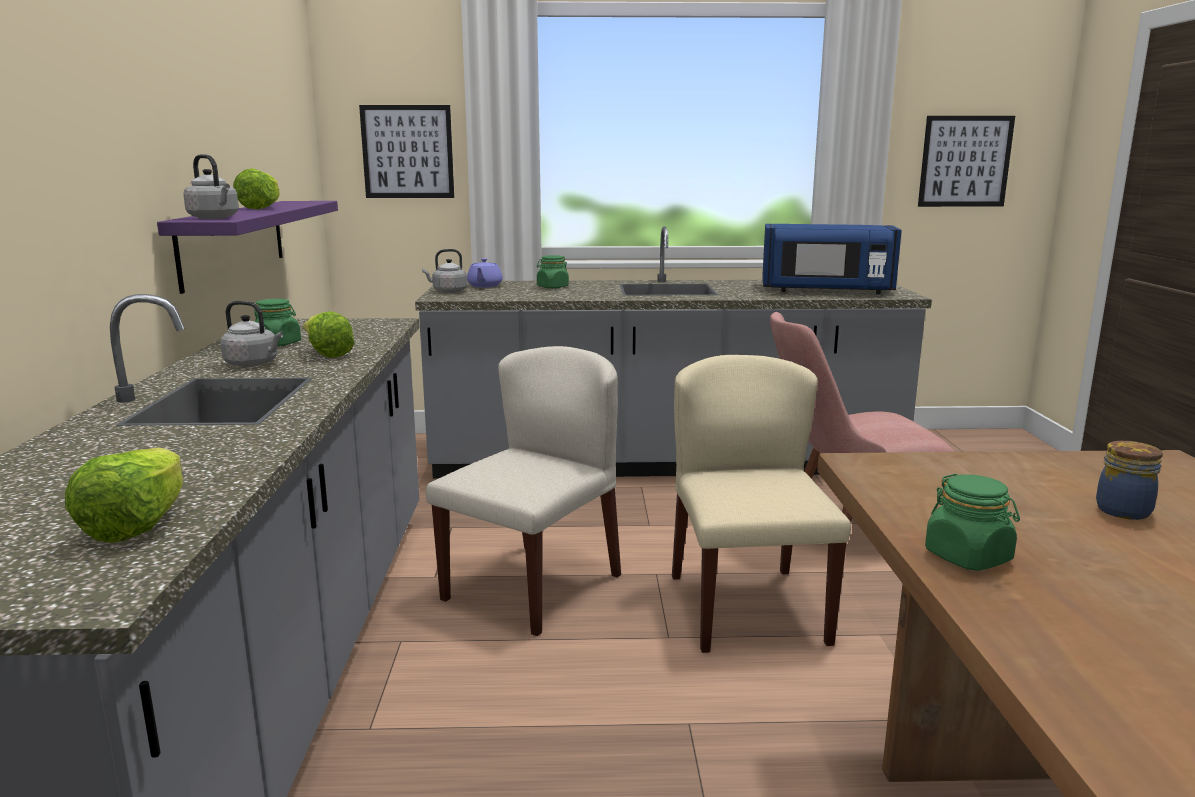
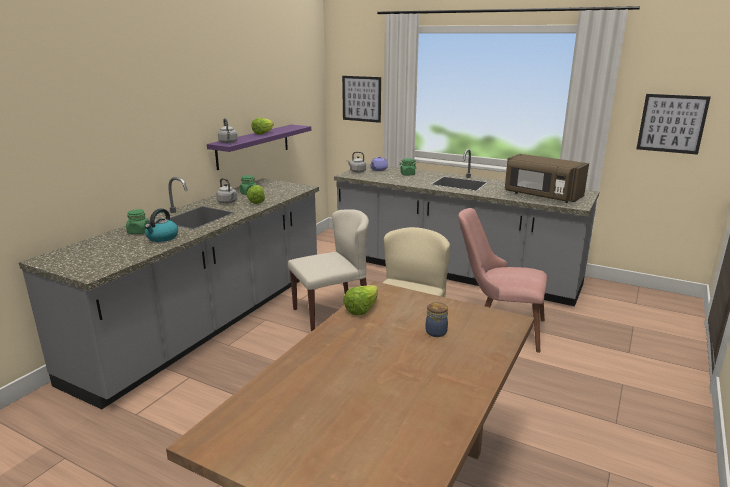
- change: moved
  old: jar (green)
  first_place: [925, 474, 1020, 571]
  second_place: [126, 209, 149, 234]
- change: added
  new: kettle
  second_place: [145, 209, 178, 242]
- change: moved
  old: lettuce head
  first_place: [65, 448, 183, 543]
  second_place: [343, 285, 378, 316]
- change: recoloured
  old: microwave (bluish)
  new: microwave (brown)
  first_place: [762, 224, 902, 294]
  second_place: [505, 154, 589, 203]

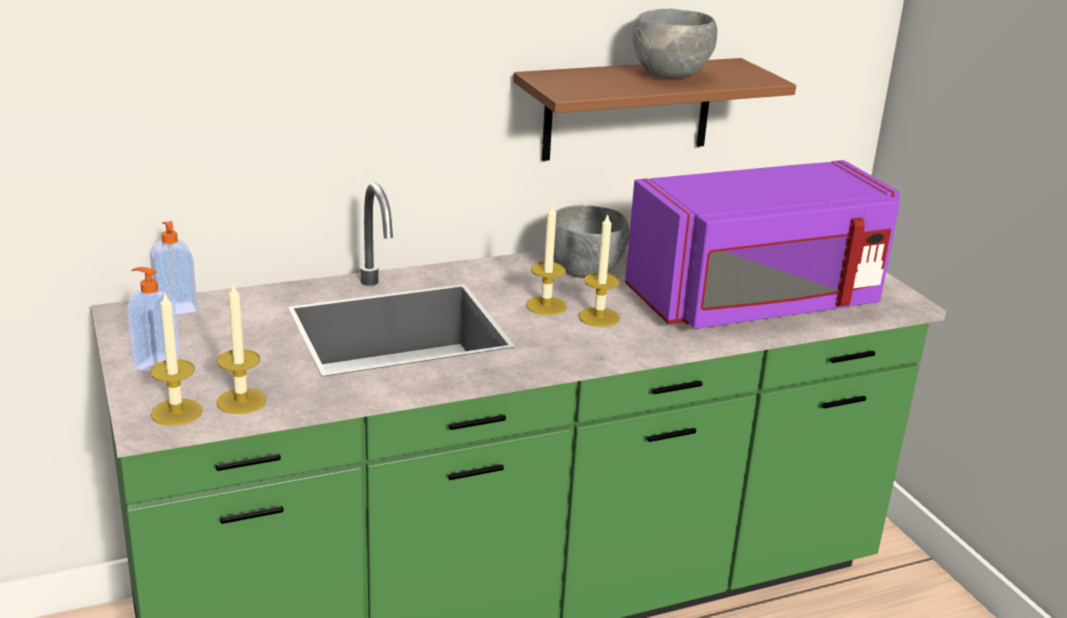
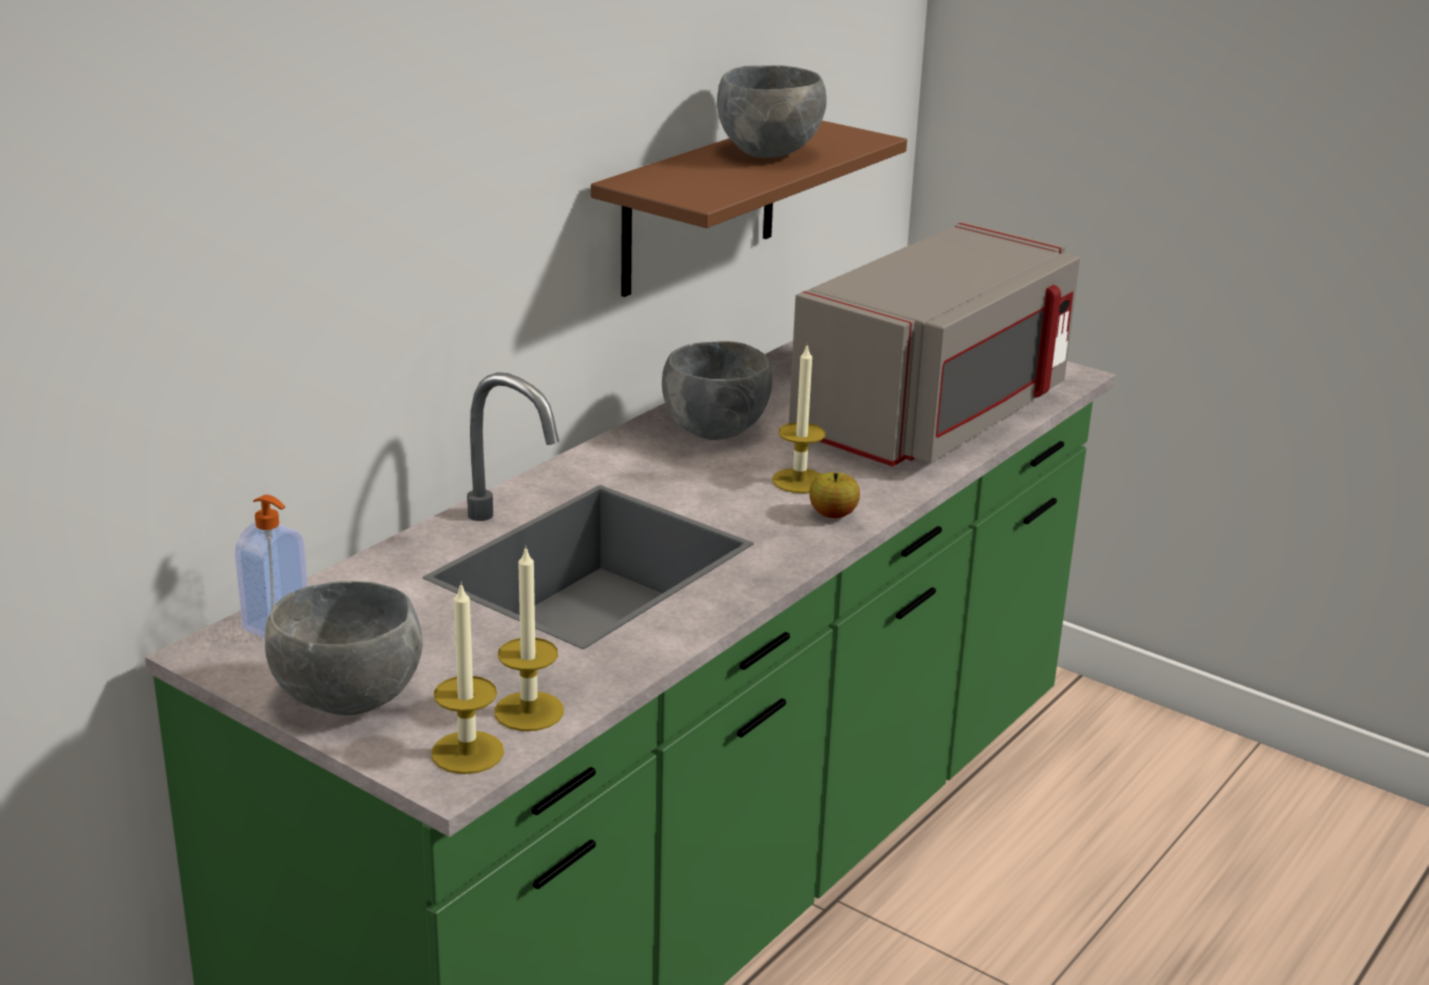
- change: replaced
  old: liquid soap bottle
  new: serving bowl (gray)
  first_place: [127, 267, 180, 372]
  second_place: [265, 581, 423, 715]
- change: recoloured
  old: microwave (purple-coloured)
  new: microwave (gray)
  first_place: [625, 160, 900, 329]
  second_place: [789, 221, 1080, 467]
- change: added
  new: apple fruit
  second_place: [809, 472, 860, 518]
- change: removed
  old: candle
  first_place: [526, 202, 567, 315]

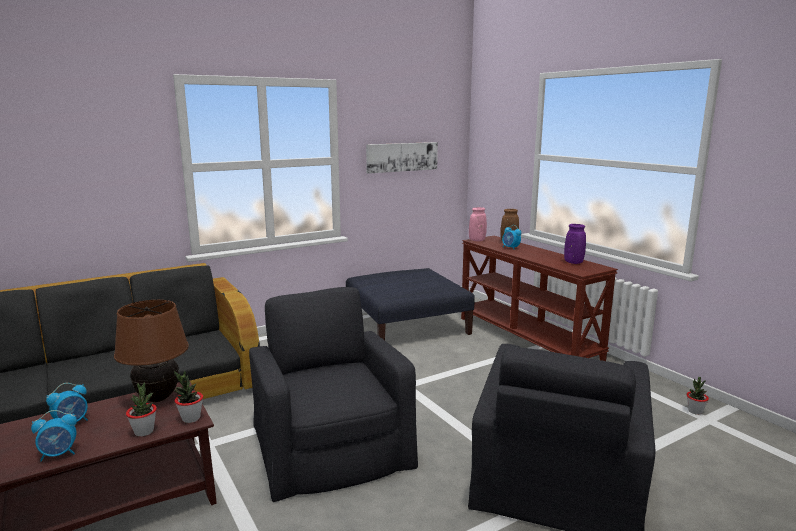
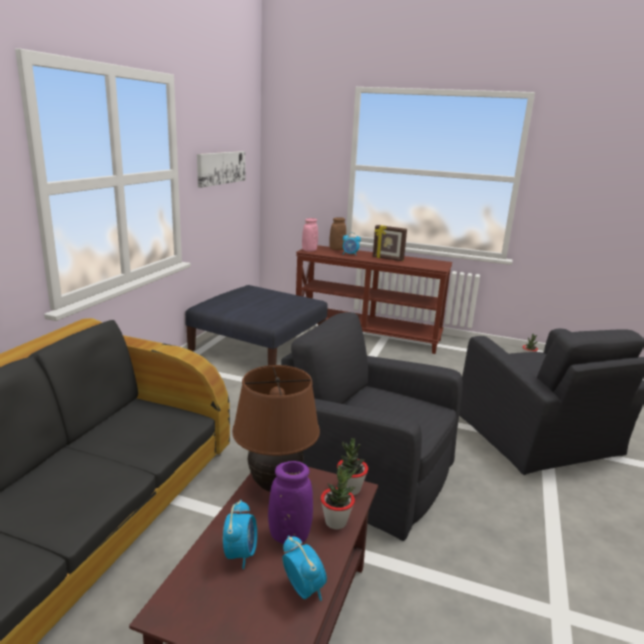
- change: moved
  old: decorative vase (purple-coloured)
  first_place: [564, 224, 586, 264]
  second_place: [268, 461, 313, 544]
- change: turned
  old: table clock
  first_place: [31, 410, 77, 462]
  second_place: [282, 535, 327, 601]
  degrees: -60
- change: added
  new: picture frame
  second_place: [373, 225, 407, 261]

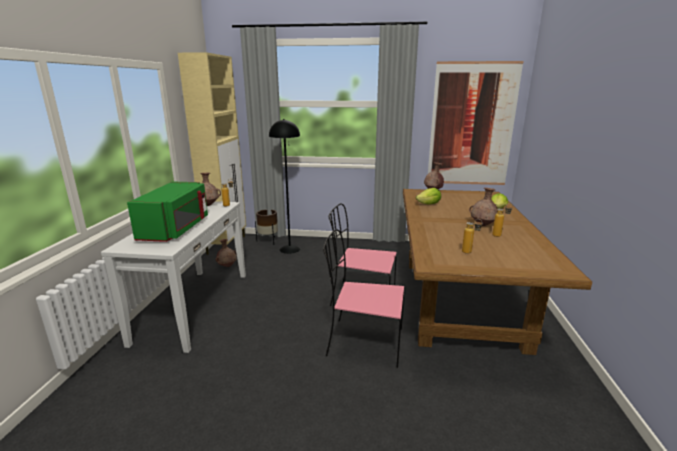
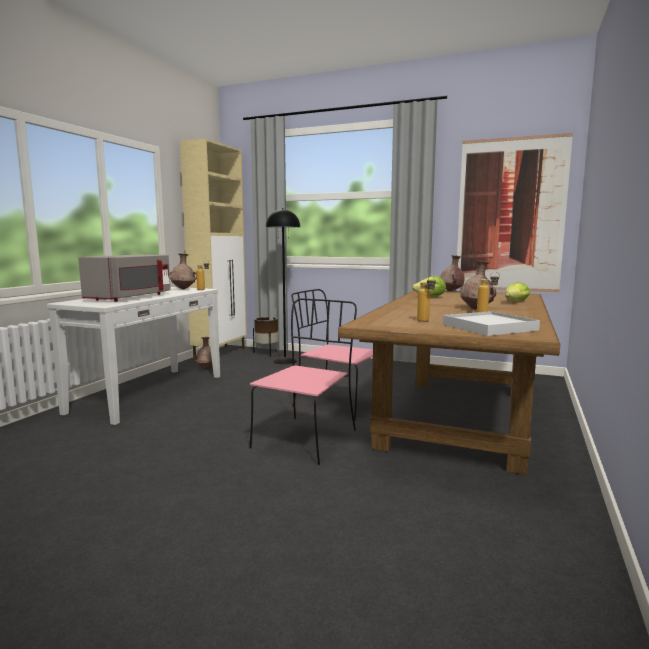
- change: recoloured
  old: microwave (green)
  new: microwave (gray)
  first_place: [127, 181, 208, 242]
  second_place: [78, 254, 171, 302]
- change: turned
  old: plain chair (pink)
  first_place: [323, 229, 404, 368]
  second_place: [250, 298, 357, 465]
  degrees: 90
- change: added
  new: carrying tray (white)
  second_place: [443, 311, 540, 336]

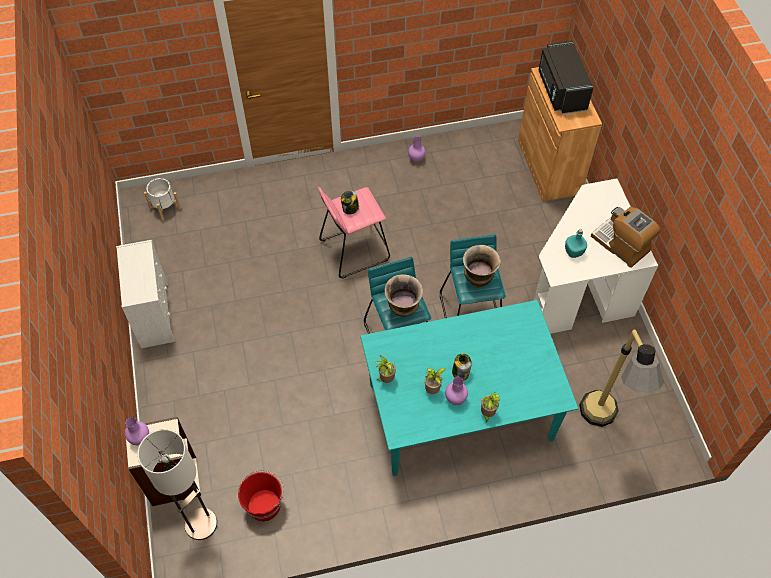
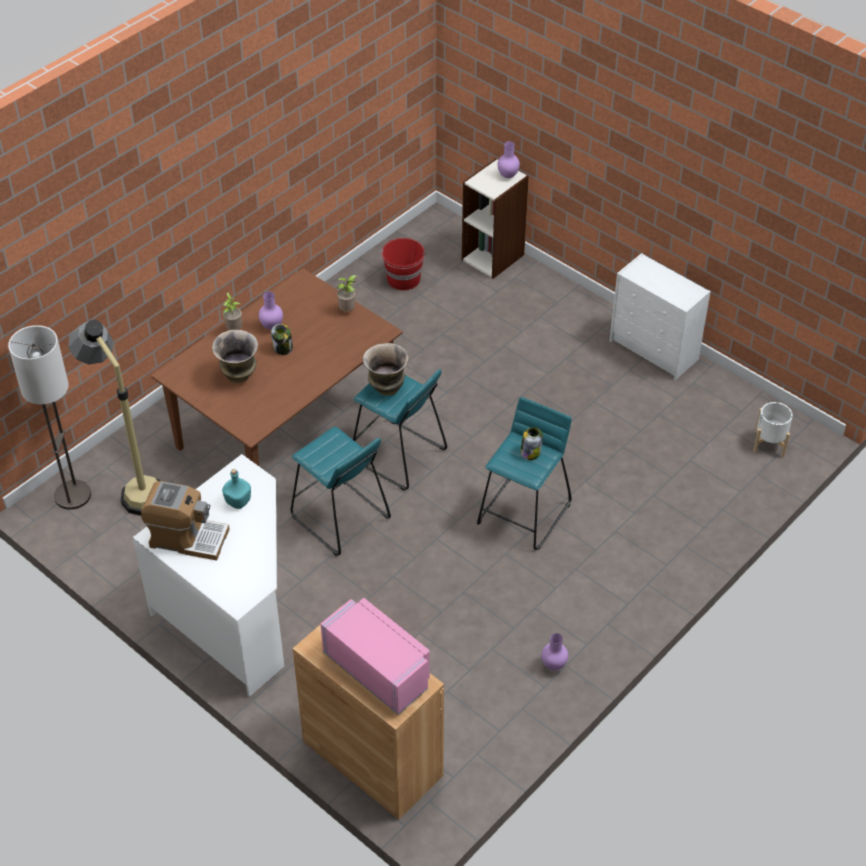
- change: moved
  old: floor lamp
  first_place: [137, 429, 217, 540]
  second_place: [8, 325, 91, 510]
- change: recoloured
  old: dinner table (turquoise)
  new: dinner table (brown)
  first_place: [360, 300, 578, 476]
  second_place: [151, 268, 402, 466]
- change: moved
  old: decorative vase
  first_place: [463, 245, 501, 287]
  second_place: [212, 330, 258, 383]
- change: recoloured
  old: microwave (black)
  new: microwave (pink)
  first_place: [539, 41, 593, 114]
  second_place: [321, 598, 430, 715]
- change: recoloured
  old: sitting stool (pink)
  new: sitting stool (turquoise)
  first_place: [318, 187, 390, 278]
  second_place: [477, 397, 572, 550]
- change: removed
  old: plant in a pot
  first_place: [425, 368, 445, 394]

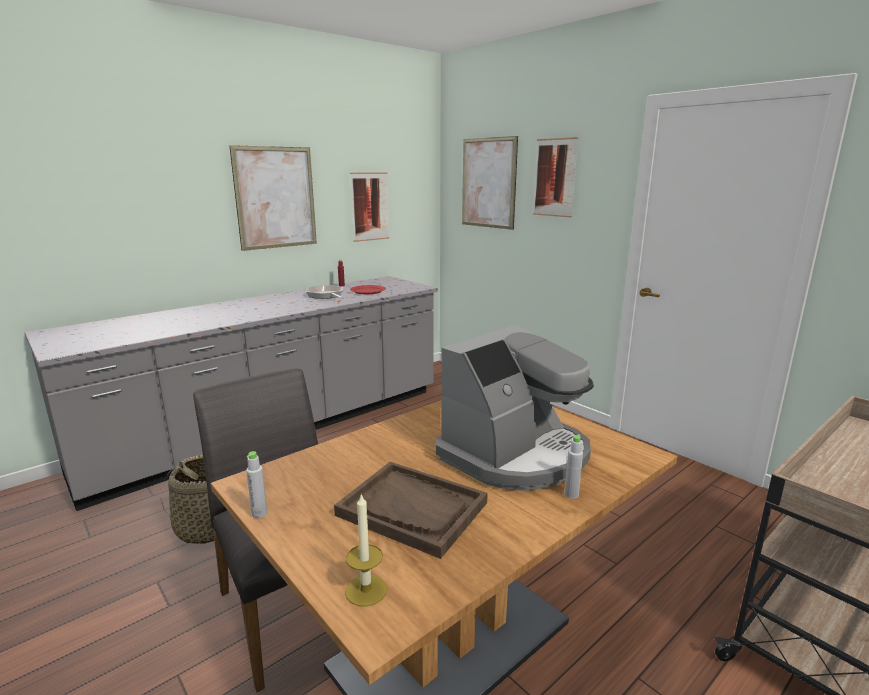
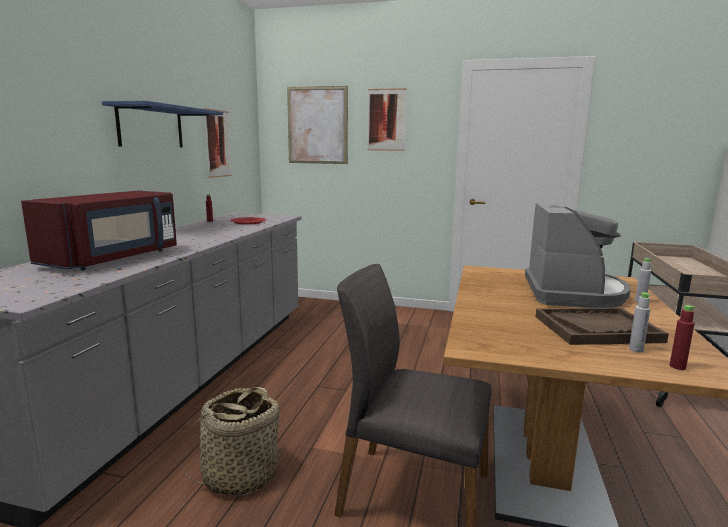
- change: added
  new: microwave (reddish)
  second_place: [21, 191, 177, 270]
- change: replaced
  old: wall art
  new: shelf (bluish)
  first_place: [229, 145, 317, 251]
  second_place: [102, 101, 223, 147]
- change: moved
  old: bottle (gray)
  first_place: [246, 451, 268, 518]
  second_place: [629, 292, 650, 352]
- change: replaced
  old: candle
  new: bottle (reddish)
  first_place: [345, 493, 387, 607]
  second_place: [670, 305, 696, 370]
- change: removed
  old: frying pan
  first_place: [306, 285, 344, 299]

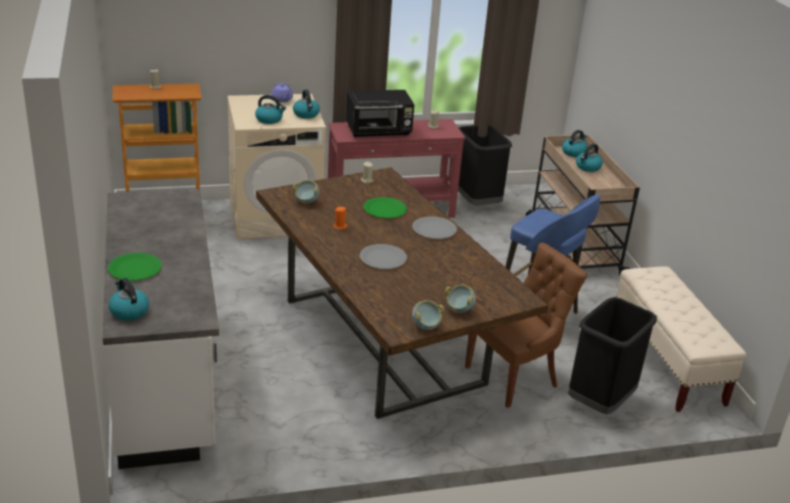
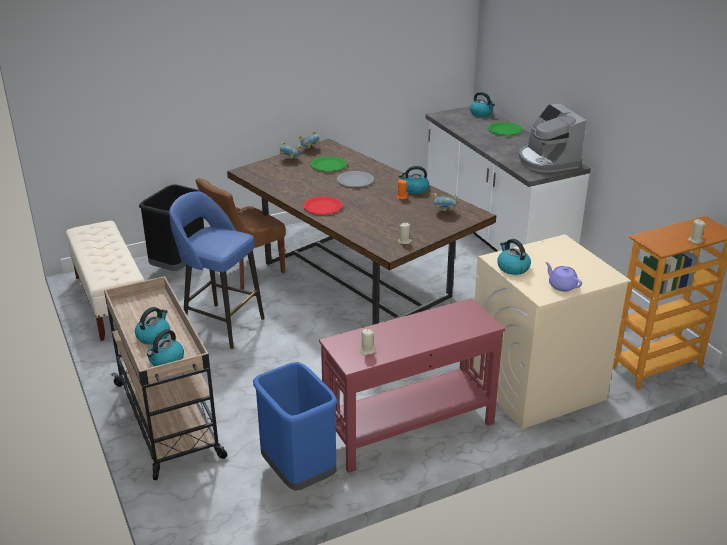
- change: recoloured
  old: trash can (black)
  new: trash can (bluish)
  first_place: [458, 125, 512, 206]
  second_place: [253, 362, 337, 491]
- change: recoloured
  old: dinner plate (gray)
  new: dinner plate (reddish)
  first_place: [412, 216, 457, 239]
  second_place: [303, 196, 343, 214]
- change: moved
  old: dinner plate (green)
  first_place: [363, 197, 407, 218]
  second_place: [311, 156, 347, 171]
- change: moved
  old: kettle
  first_place: [255, 95, 286, 124]
  second_place: [399, 166, 429, 194]
- change: added
  new: coffee maker
  second_place: [519, 104, 586, 173]
- change: removed
  old: microwave (black)
  first_place: [346, 90, 414, 137]

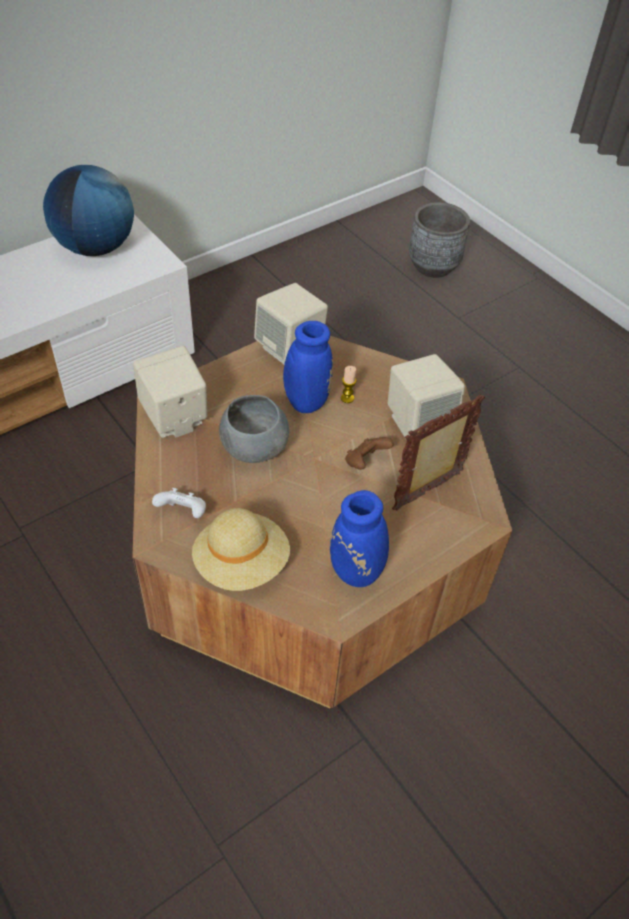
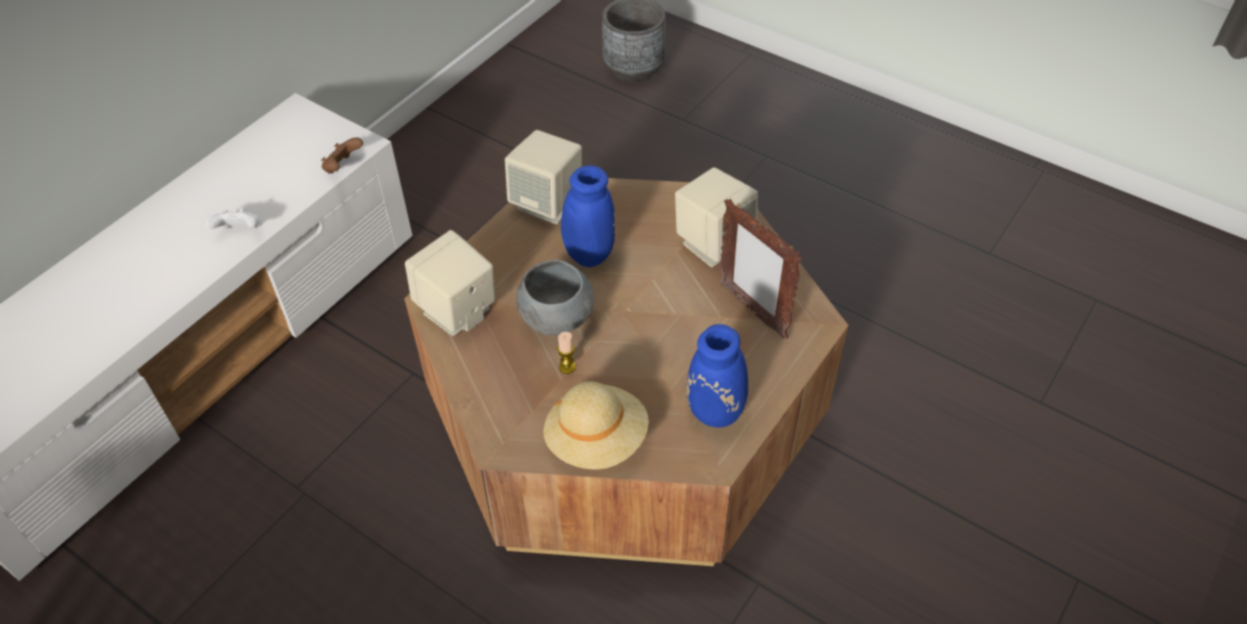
- change: moved
  old: game controller (white)
  first_place: [152, 488, 206, 518]
  second_place: [206, 209, 259, 229]
- change: moved
  old: game controller (brown)
  first_place: [345, 437, 394, 470]
  second_place: [321, 137, 363, 174]
- change: moved
  old: candle
  first_place: [341, 366, 356, 403]
  second_place: [557, 332, 576, 374]
- change: turned
  old: picture frame
  first_place: [392, 394, 485, 511]
  second_place: [719, 199, 803, 339]
  degrees: -75
- change: removed
  old: desk globe
  first_place: [43, 165, 134, 256]

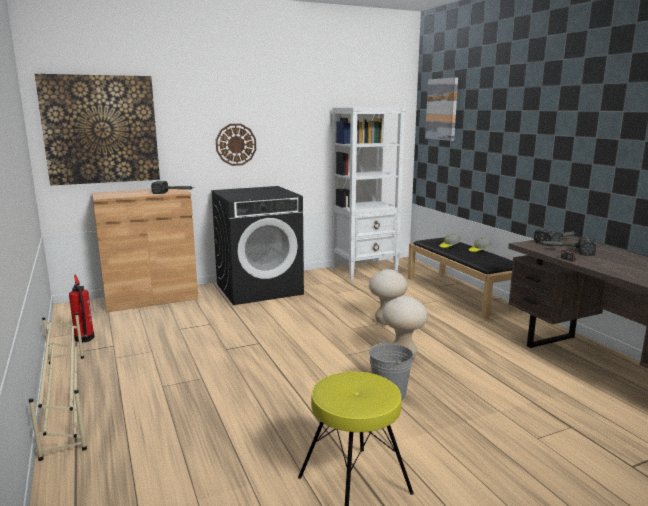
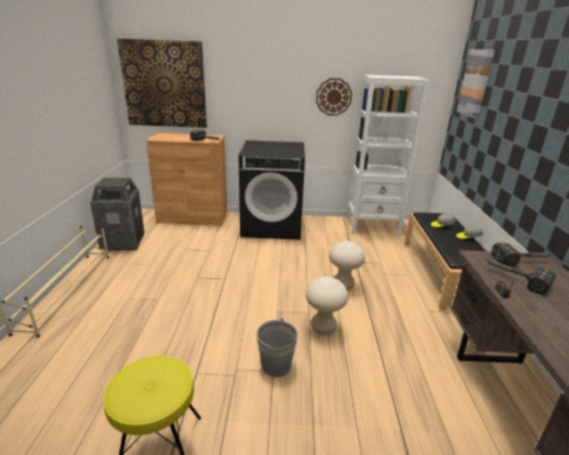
- change: replaced
  old: fire extinguisher
  new: trash can
  first_place: [69, 274, 94, 343]
  second_place: [90, 177, 145, 251]
- change: moved
  old: hanging clock
  first_place: [216, 124, 256, 166]
  second_place: [316, 78, 352, 116]

